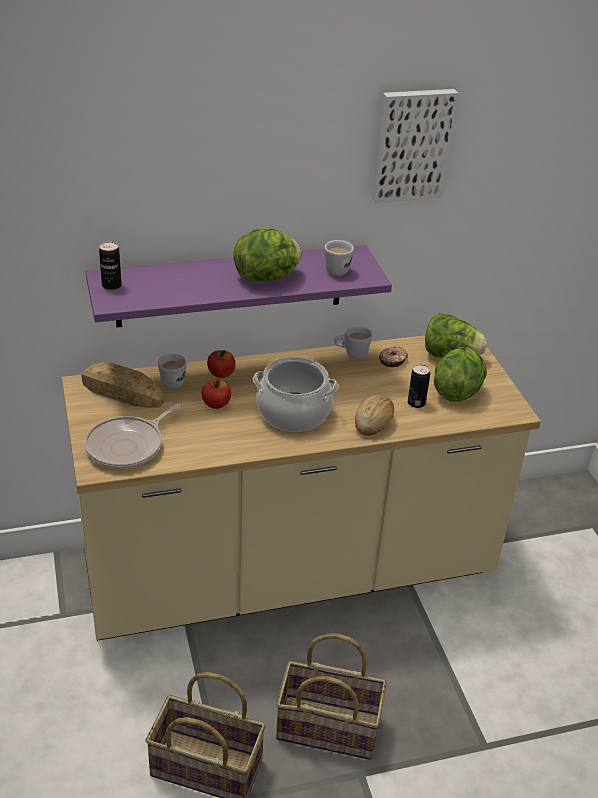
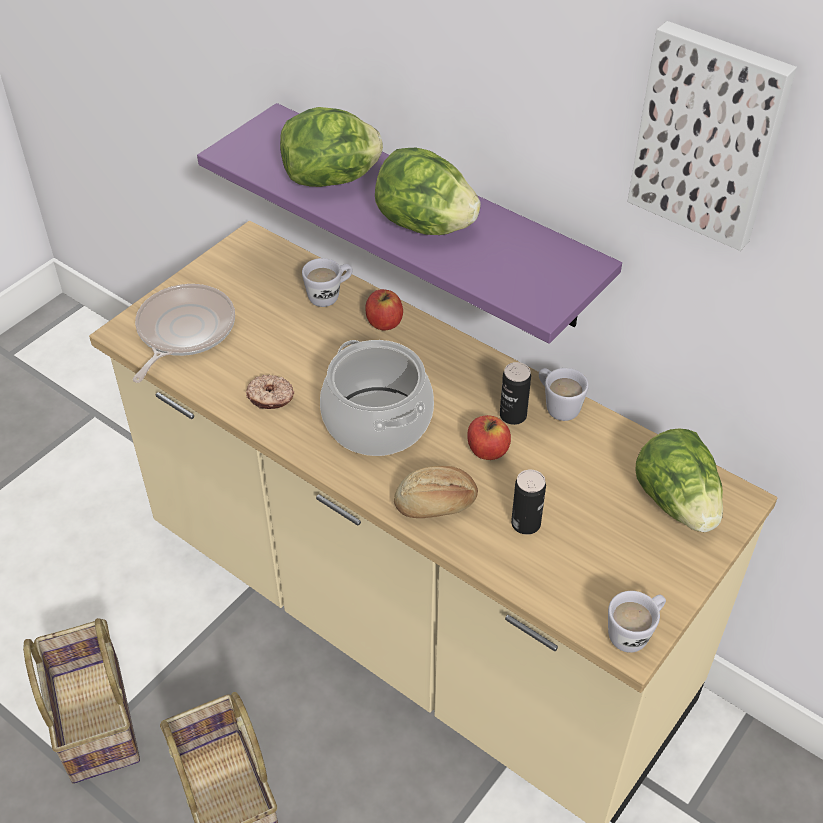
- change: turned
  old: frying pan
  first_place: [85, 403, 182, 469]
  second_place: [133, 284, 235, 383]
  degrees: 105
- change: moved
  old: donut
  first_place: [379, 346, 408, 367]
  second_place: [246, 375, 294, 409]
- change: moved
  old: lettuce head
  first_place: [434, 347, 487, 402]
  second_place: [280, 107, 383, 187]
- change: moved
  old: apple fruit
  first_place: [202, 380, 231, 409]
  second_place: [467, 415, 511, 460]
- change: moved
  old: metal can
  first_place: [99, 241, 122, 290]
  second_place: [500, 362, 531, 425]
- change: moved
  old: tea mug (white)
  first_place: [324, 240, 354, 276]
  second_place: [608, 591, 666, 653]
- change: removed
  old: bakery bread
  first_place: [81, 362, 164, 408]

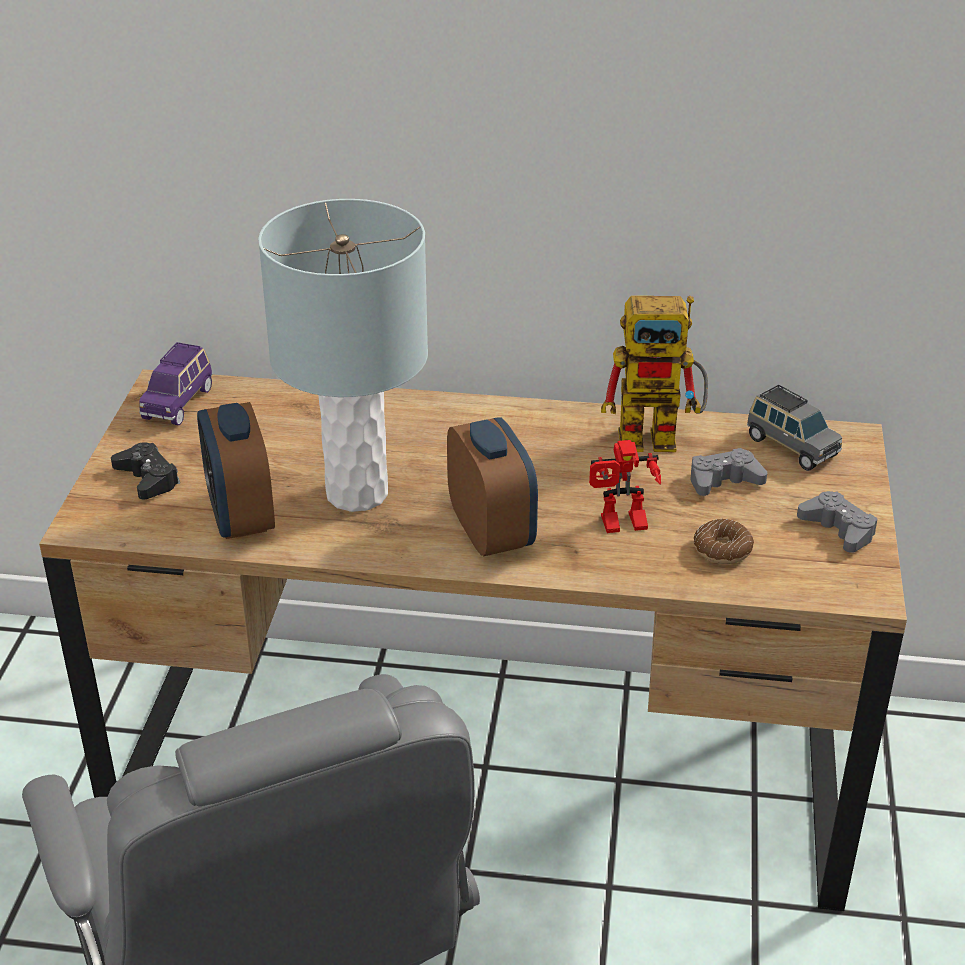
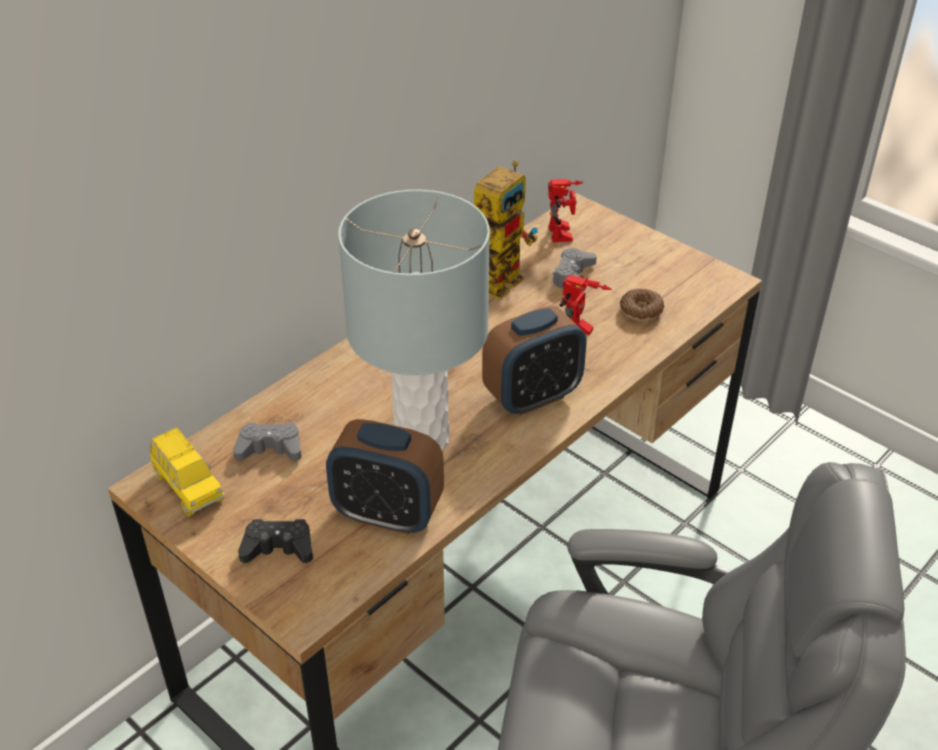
- change: recoloured
  old: miniature car (purple-coloured)
  new: miniature car (yellow)
  first_place: [139, 342, 212, 425]
  second_place: [150, 428, 224, 517]
- change: moved
  old: game controller (gray)
  first_place: [797, 491, 877, 553]
  second_place: [233, 422, 302, 461]
- change: turned
  old: table clock
  first_place: [447, 417, 538, 557]
  second_place: [482, 305, 586, 416]
  degrees: 135
- change: replaced
  old: miniature car (gray)
  new: model robot
  first_place: [747, 384, 842, 471]
  second_place: [548, 179, 584, 242]

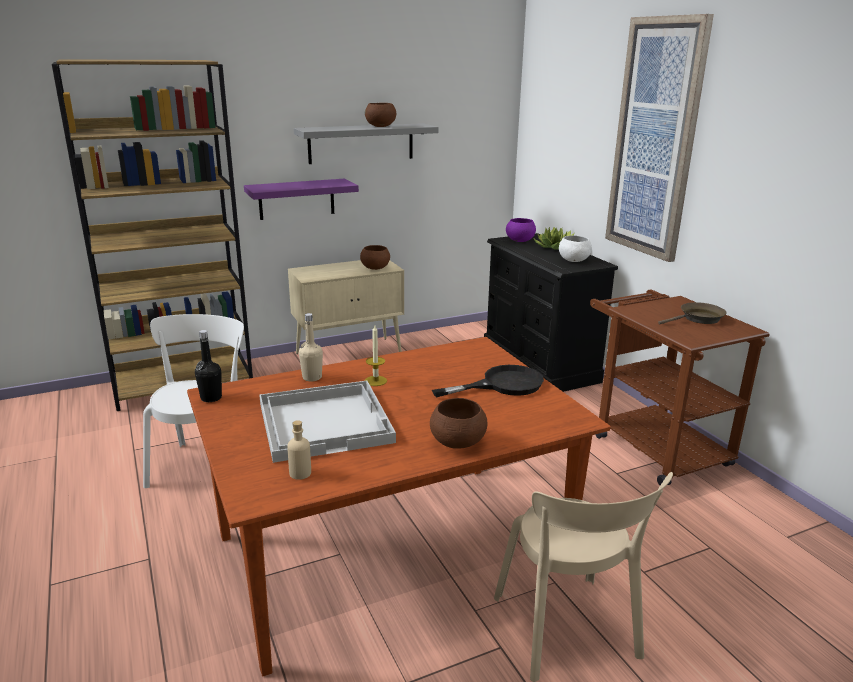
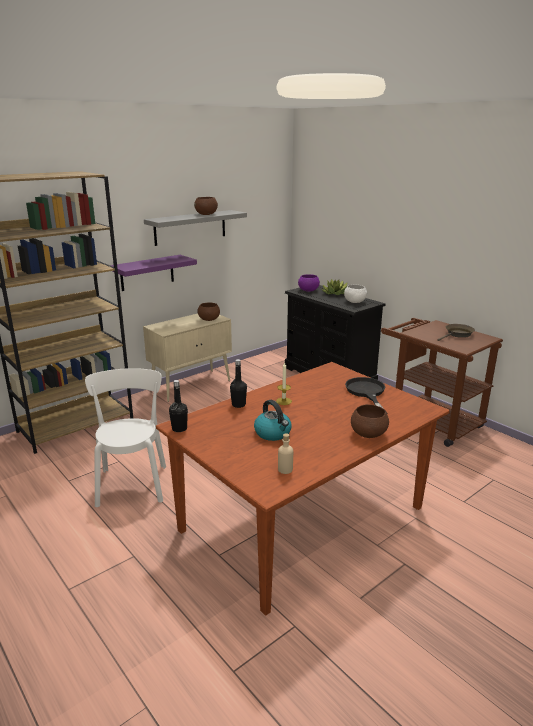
- change: recoloured
  old: bottle (sand-coloured)
  new: bottle (black)
  first_place: [299, 313, 323, 381]
  second_place: [230, 359, 247, 408]
- change: replaced
  old: carrying tray (white)
  new: kettle
  first_place: [259, 381, 396, 463]
  second_place: [254, 400, 292, 441]
- change: turned
  old: frying pan (black)
  first_place: [432, 365, 544, 397]
  second_place: [345, 377, 388, 414]
  degrees: -60
- change: removed
  old: plain chair (sand-coloured)
  first_place: [494, 472, 673, 682]
- change: removed
  old: wall art
  first_place: [605, 14, 714, 262]

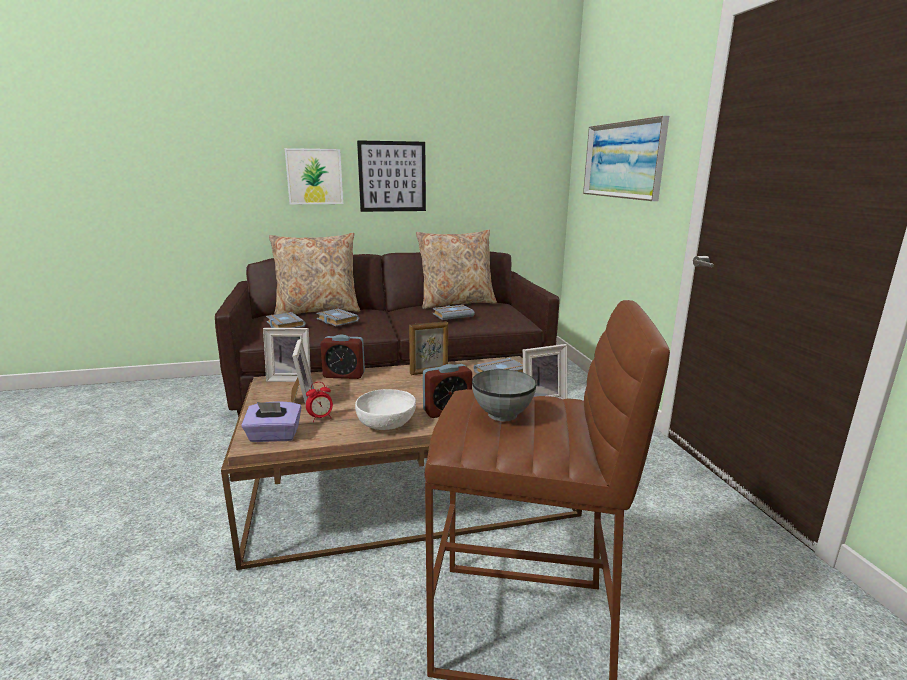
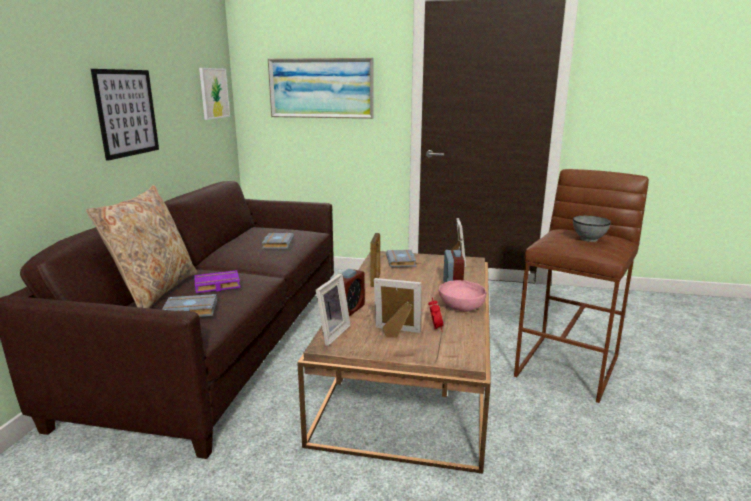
- change: recoloured
  old: volume (gray)
  new: volume (purple-coloured)
  first_place: [316, 308, 359, 326]
  second_place: [194, 270, 241, 293]
- change: moved
  old: wall art
  first_place: [285, 148, 343, 204]
  second_place: [199, 68, 230, 120]
- change: recoloured
  old: serving bowl (white)
  new: serving bowl (pink)
  first_place: [355, 389, 416, 430]
  second_place: [439, 280, 486, 312]
- change: removed
  old: tissue box (purple-coloured)
  first_place: [241, 401, 302, 442]
- change: removed
  old: throw pillow (sand-coloured)
  first_place: [416, 230, 497, 309]

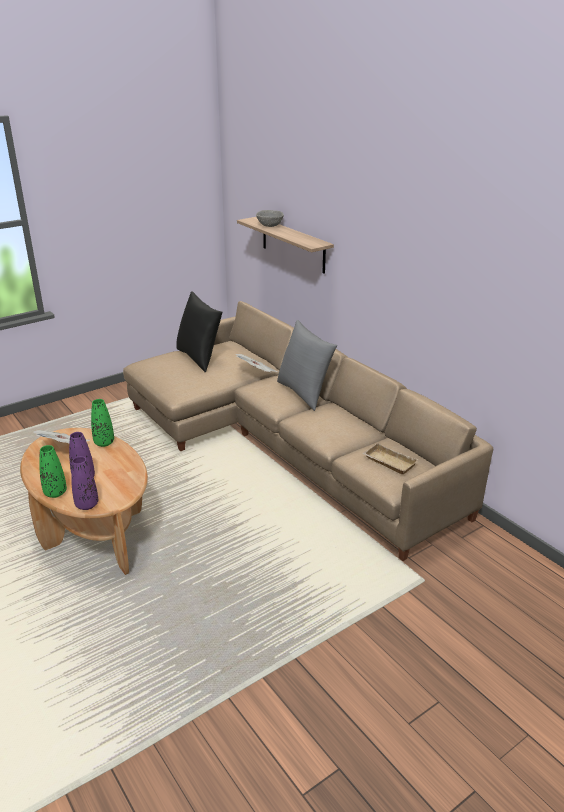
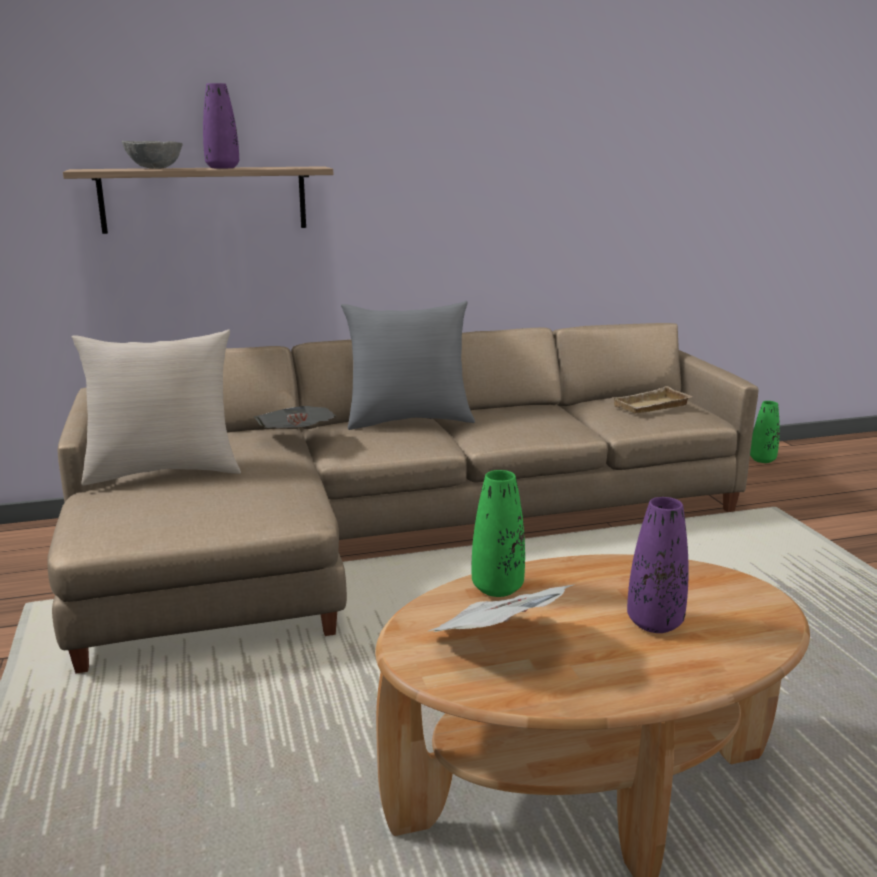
- change: recoloured
  old: throw pillow (black)
  new: throw pillow (sand-coloured)
  first_place: [177, 291, 223, 373]
  second_place: [72, 330, 241, 486]
- change: moved
  old: decorative vase (purple-coloured)
  first_place: [71, 456, 98, 510]
  second_place: [203, 83, 239, 168]
- change: moved
  old: decorative vase (green)
  first_place: [39, 445, 67, 498]
  second_place: [750, 401, 780, 463]

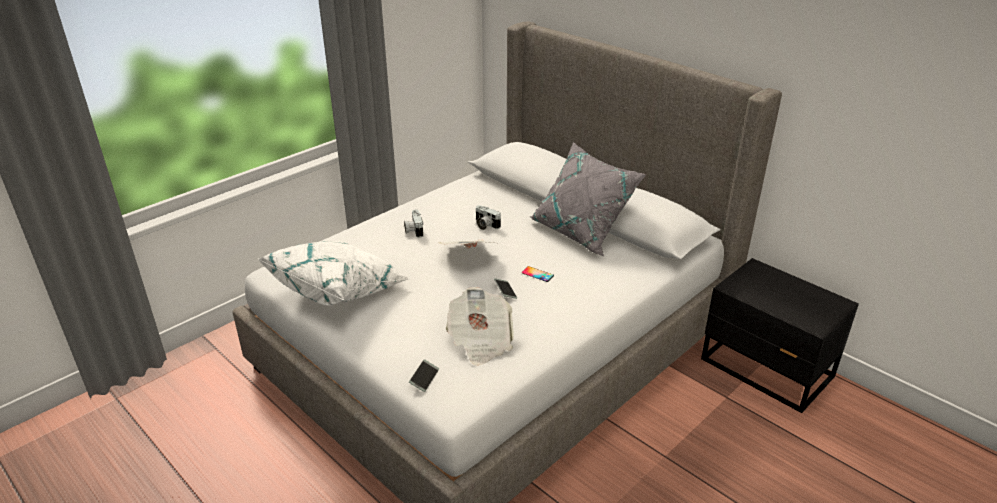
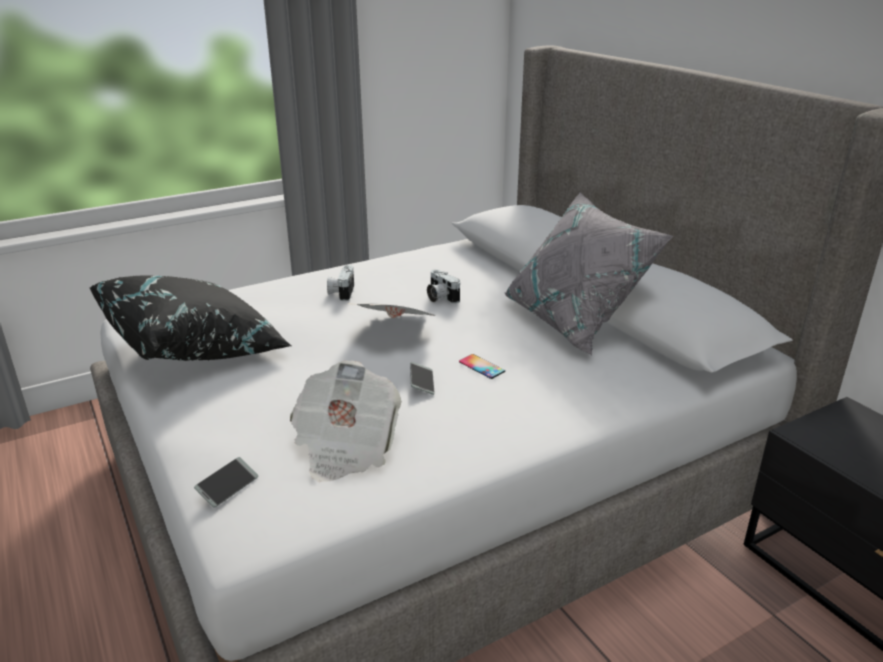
- change: recoloured
  old: throw pillow (white)
  new: throw pillow (black)
  first_place: [259, 241, 409, 306]
  second_place: [90, 275, 292, 361]

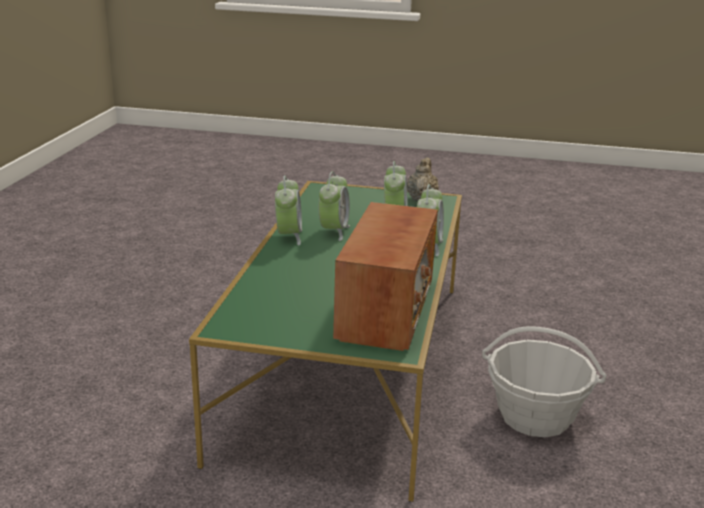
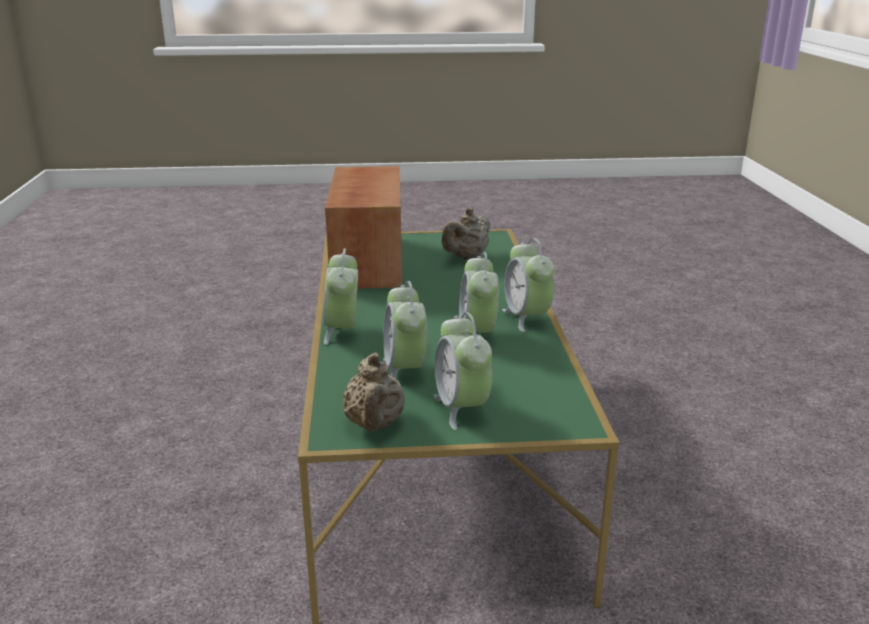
- change: added
  new: table clock
  second_place: [433, 312, 492, 430]
- change: added
  new: teapot (sand-coloured)
  second_place: [442, 207, 490, 260]
- change: removed
  old: basket
  first_place: [482, 326, 607, 437]

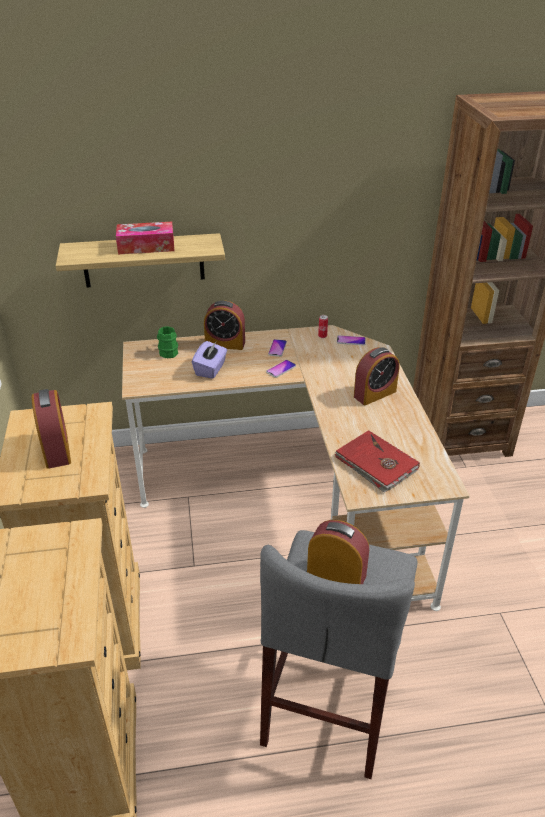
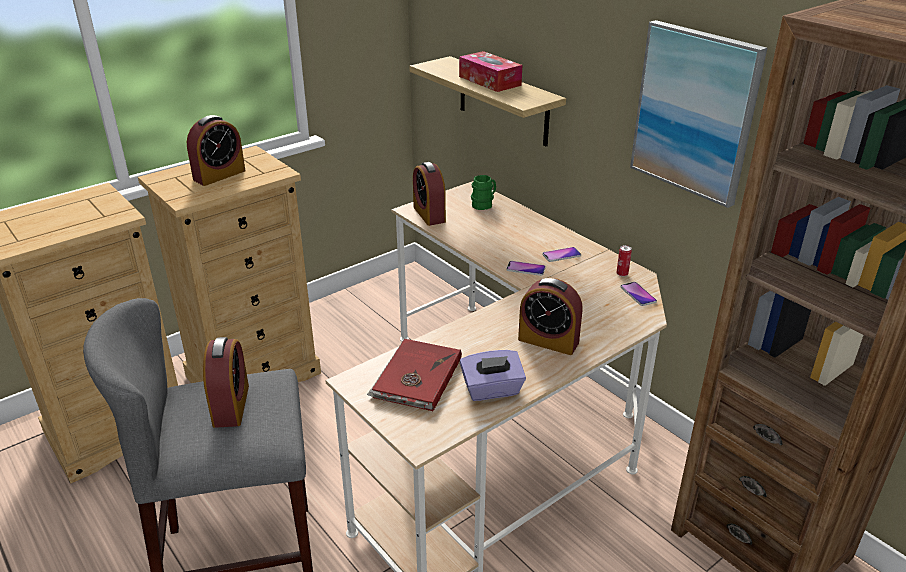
- change: moved
  old: table clock
  first_place: [204, 301, 245, 350]
  second_place: [413, 162, 446, 226]
- change: moved
  old: tissue box (purple-coloured)
  first_place: [192, 341, 227, 379]
  second_place: [460, 350, 526, 401]
- change: added
  new: wall art
  second_place: [630, 20, 767, 208]

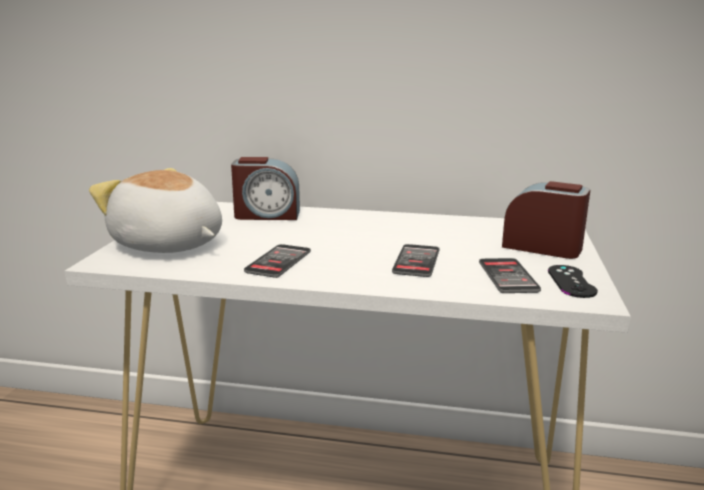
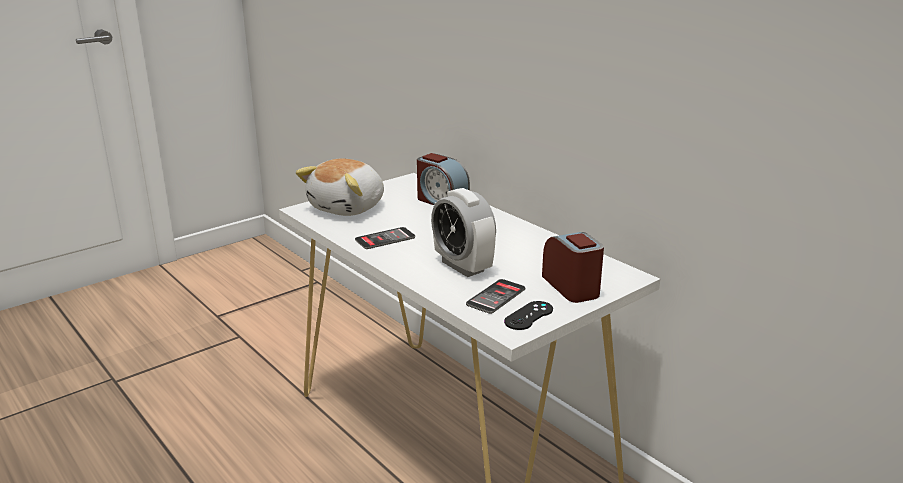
- change: turned
  old: soft toy
  first_place: [89, 168, 222, 253]
  second_place: [296, 159, 384, 216]
  degrees: -135
- change: replaced
  old: handset
  new: table clock
  first_place: [392, 244, 439, 277]
  second_place: [431, 188, 496, 277]

